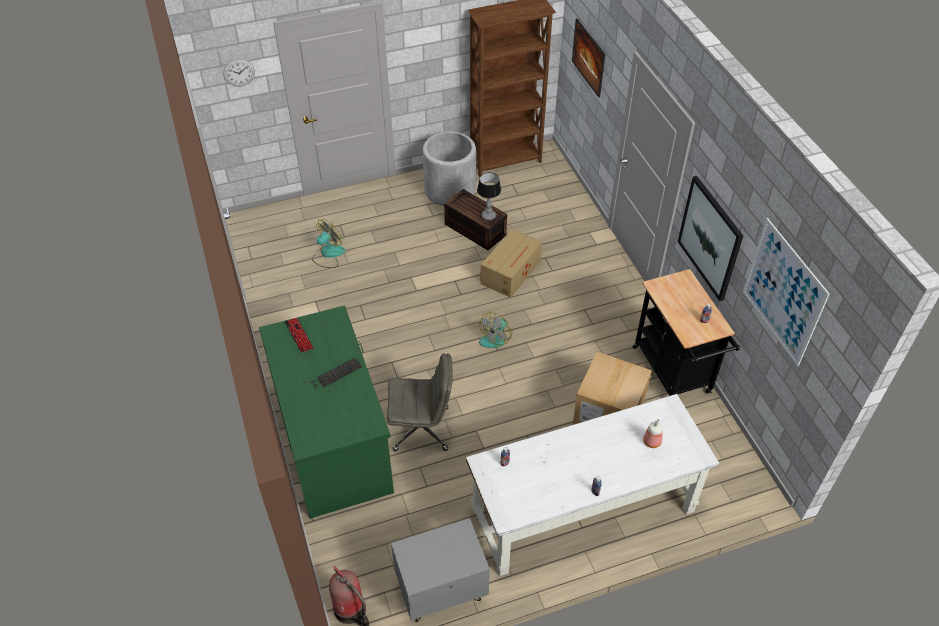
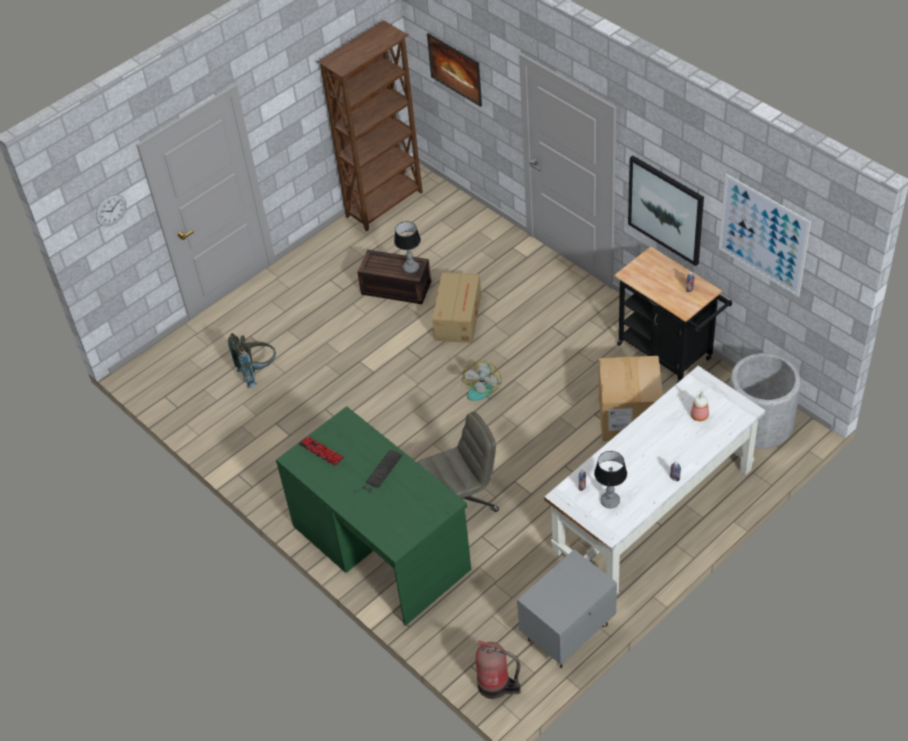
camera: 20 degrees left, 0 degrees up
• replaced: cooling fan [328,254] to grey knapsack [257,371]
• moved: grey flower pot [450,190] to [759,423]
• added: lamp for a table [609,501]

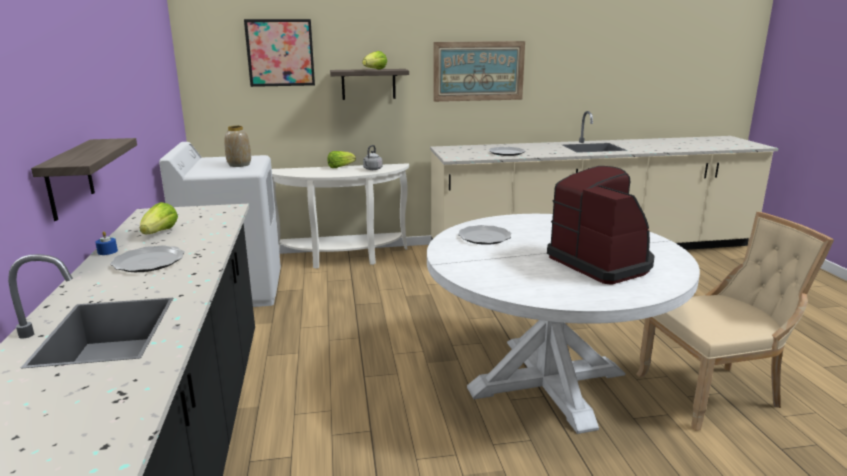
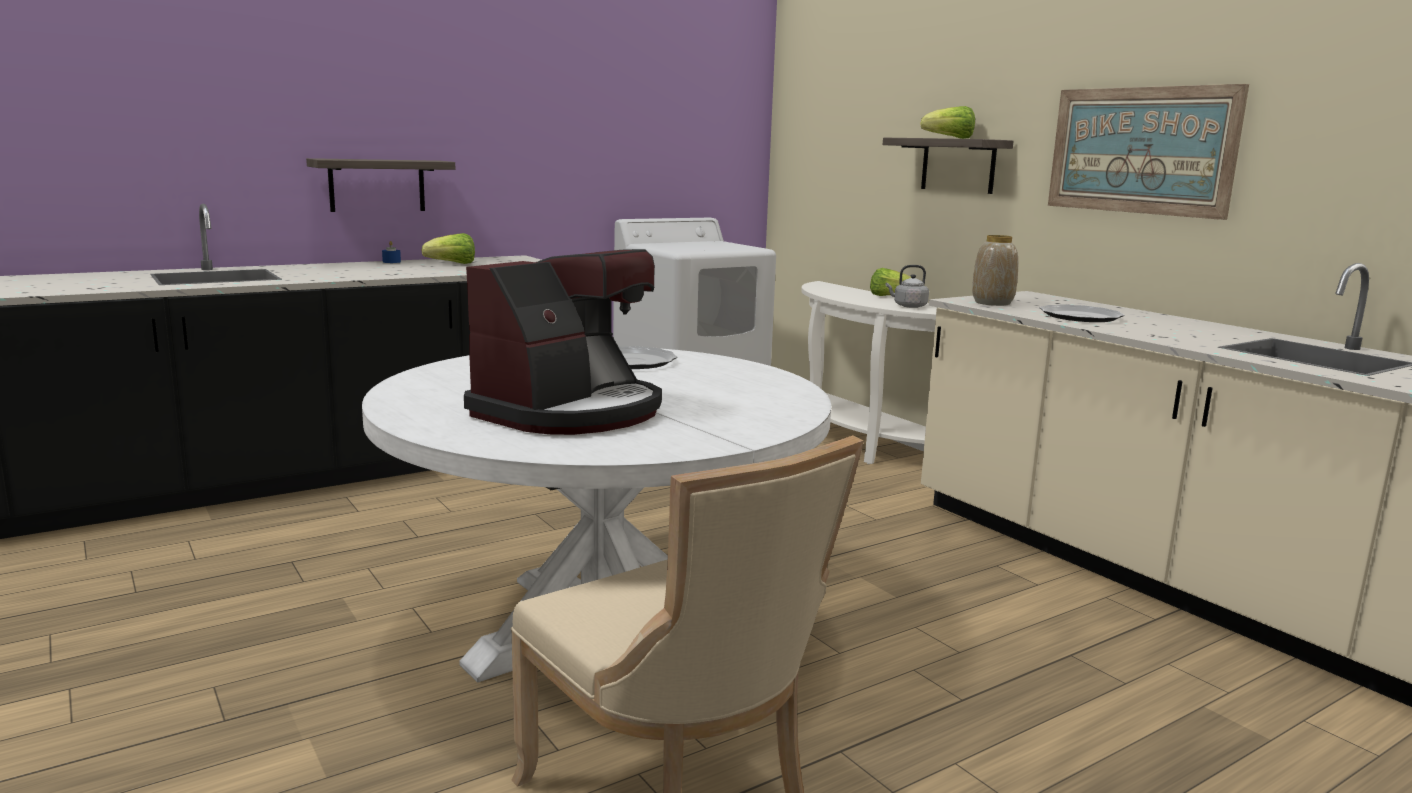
camera: 65 degrees right, 5 degrees down
• removed: flat dish [148,262]
• moved: vase [239,165] to [992,303]
• removed: picture [280,53]

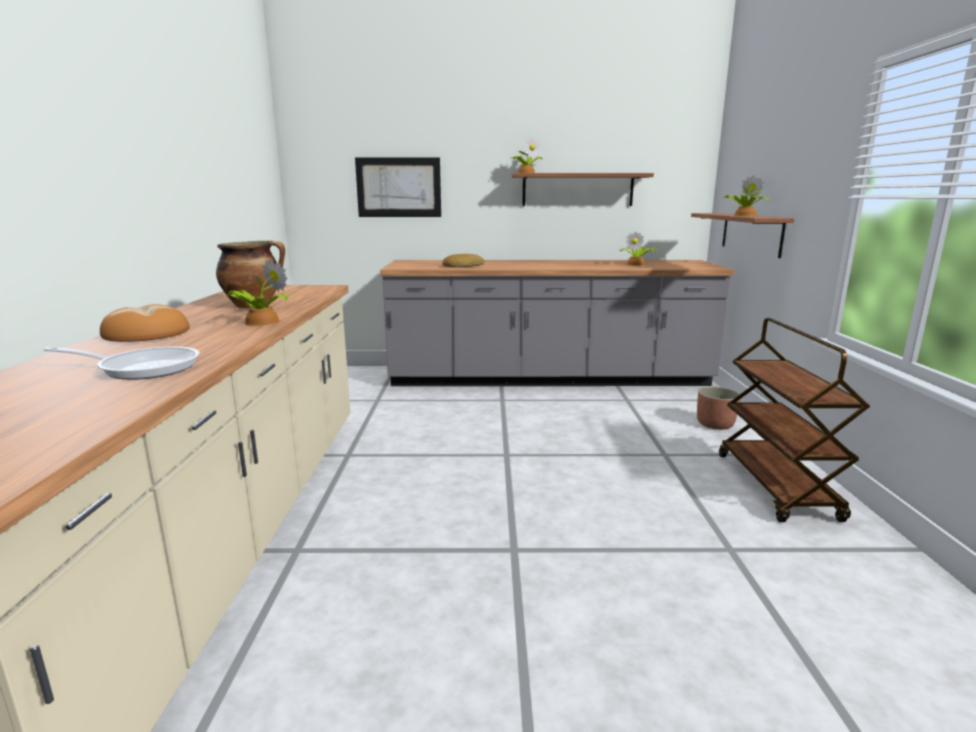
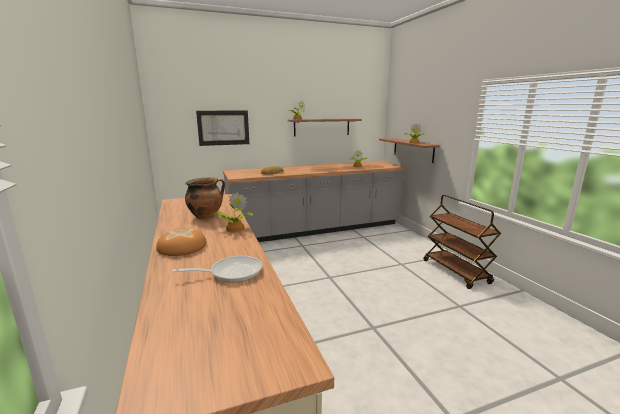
camera: 20 degrees left, 0 degrees up
• removed: flower pot [715,425]

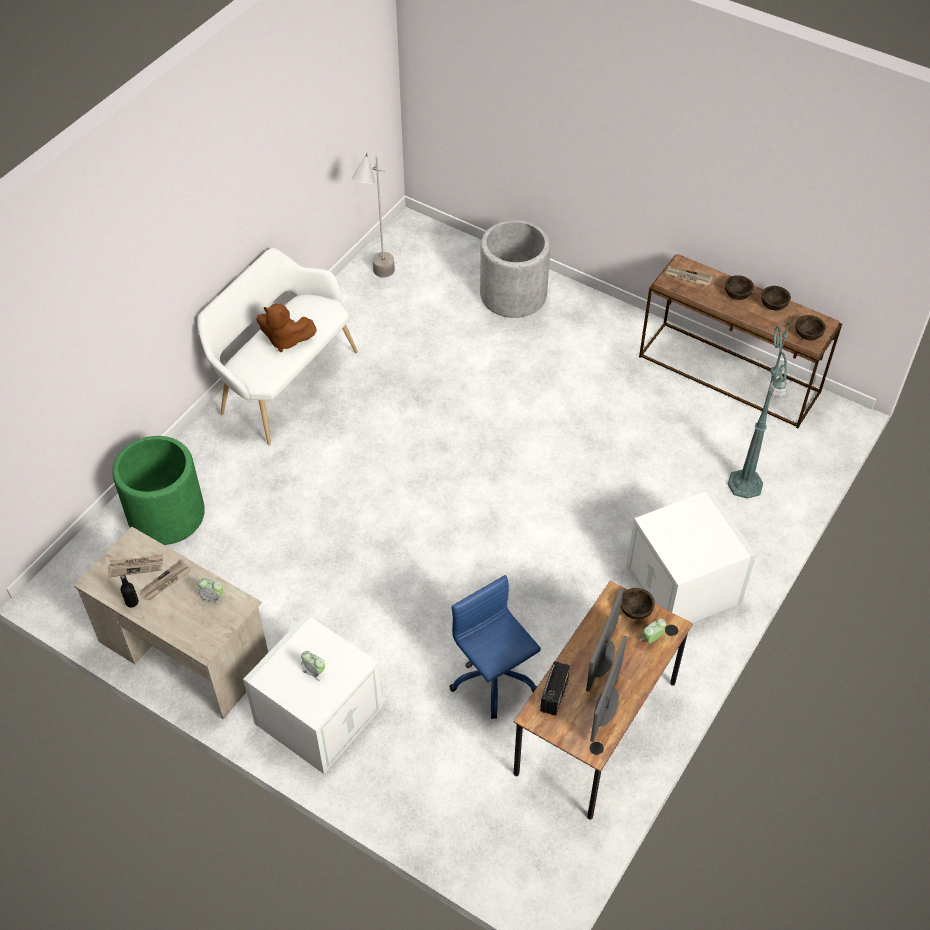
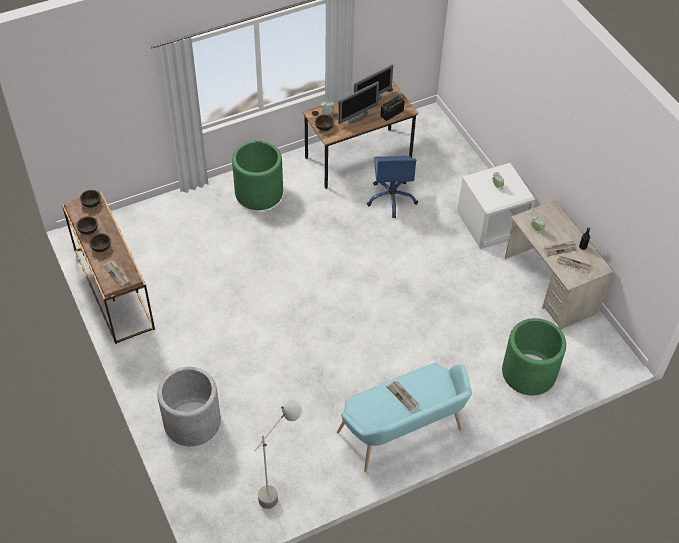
camera: 150 degrees left, 0 degrees up
• recoloured: white-coloured indoor bench [283,381] to turquoise indoor bench [403,435]
• replaced: brown-coloured soft toy [285,340] to newspaper [403,396]
• replaced: white-coloured storage bin [685,585] to greenish flower pot [259,193]
• removed: greenish floor lamp [745,486]

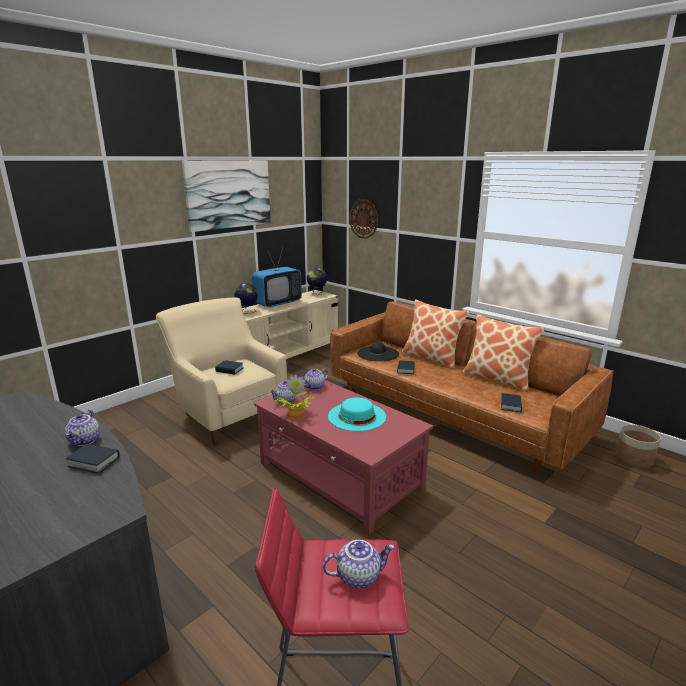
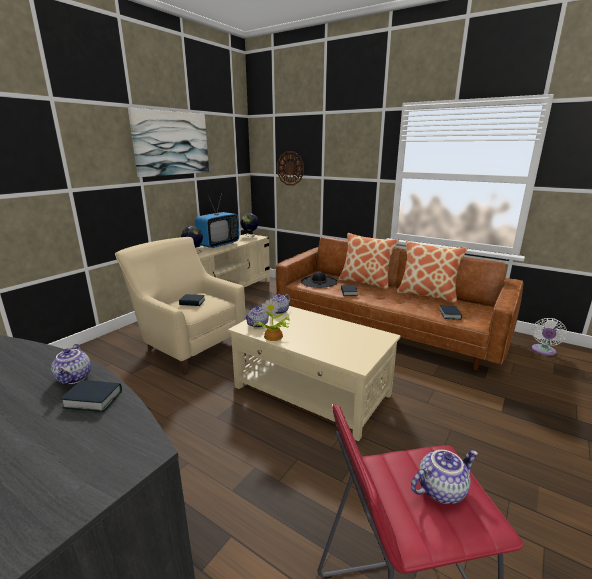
camera: 10 degrees left, 0 degrees up
• recoloured: red-coloured coffee table [340,476] to beige-coloured coffee table [312,391]
• removed: turquoise clothing hat [357,416]
• replaced: flower pot [634,458] to white-coloured cooling fan [543,351]

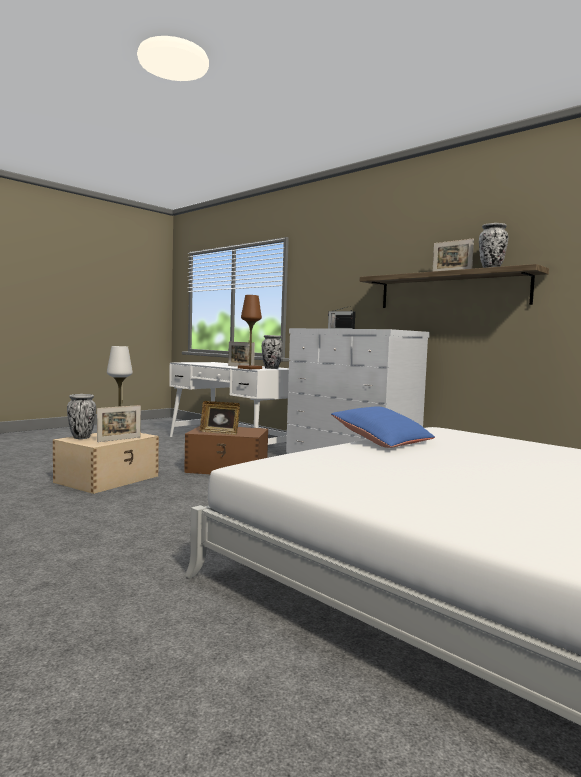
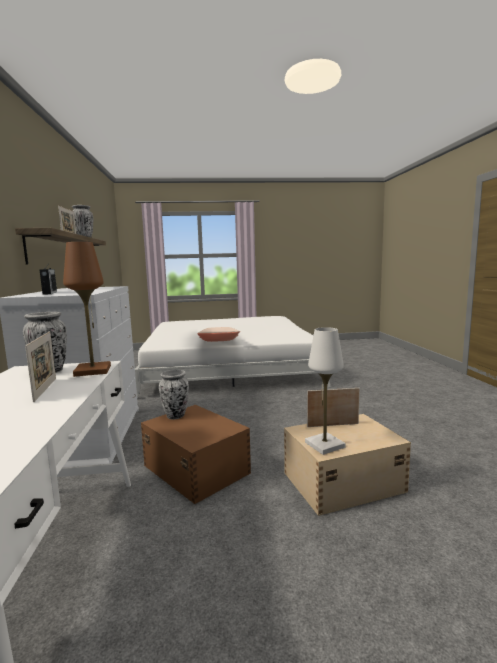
camera: 140 degrees left, 5 degrees up
• moved: vase [81,437] to [176,416]
• removed: standing frame [219,433]
• recoloured: blue-coloured pillow [382,441] to beige-coloured pillow [219,342]

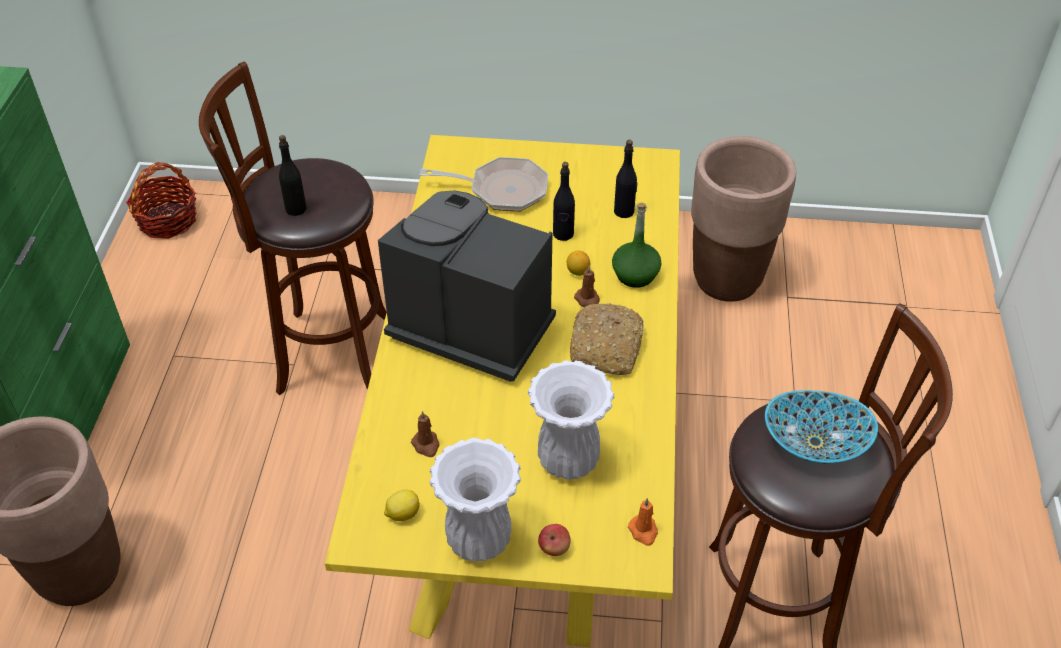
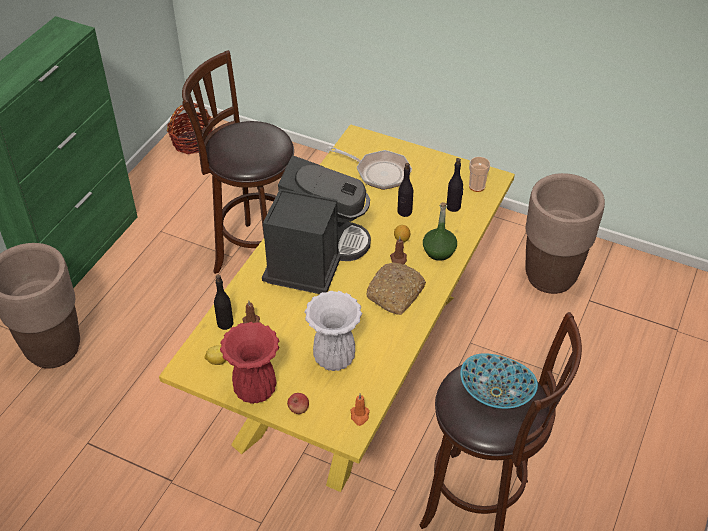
camera: 20 degrees right, 0 degrees up
• moved: black beverage bottle [295,208] to [225,323]
• turned: coffee machine [469,325] = [314,256] 60 degrees clockwise
• recoloured: white-coloured vase [480,540] to red-coloured vase [256,390]
• added: drinking cup [476,186]

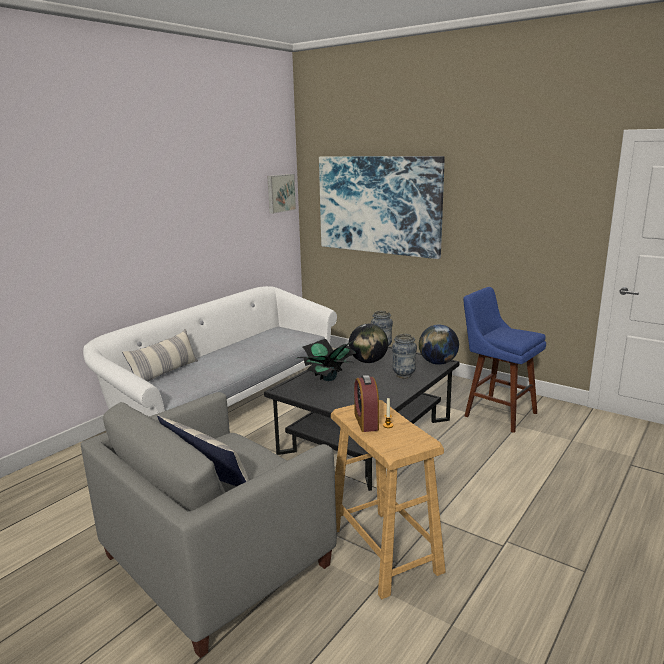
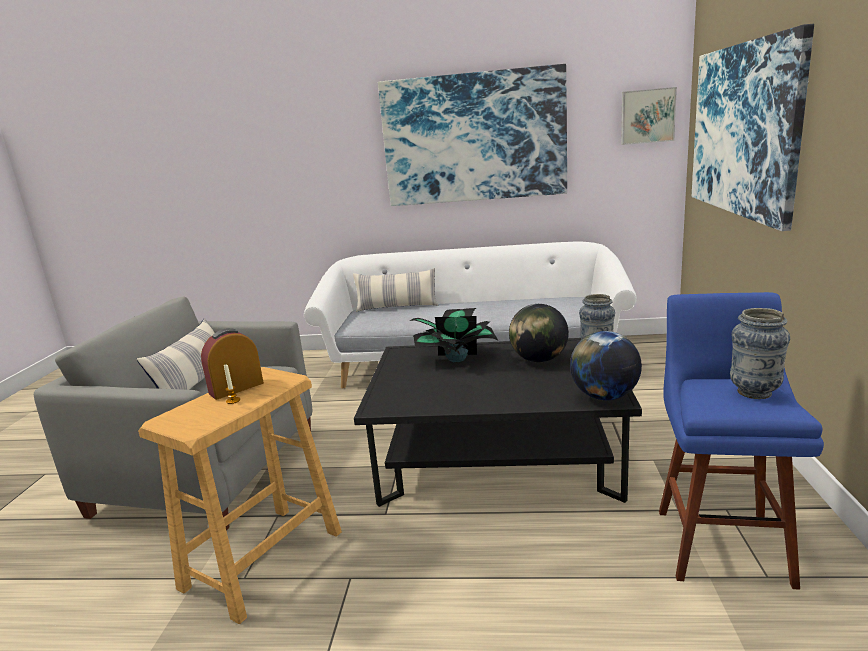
camera: 60 degrees right, 0 degrees up
• moved: vase [403,375] to [754,392]
• added: picture [474,138]

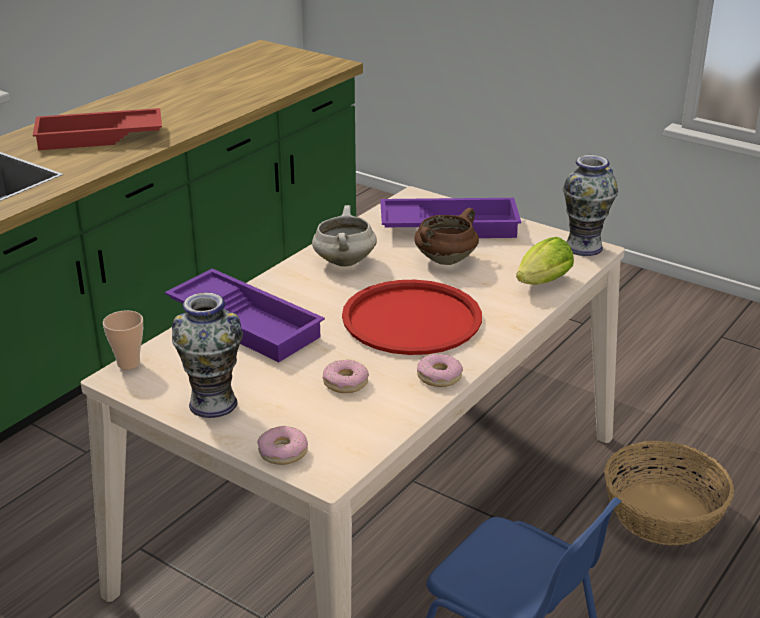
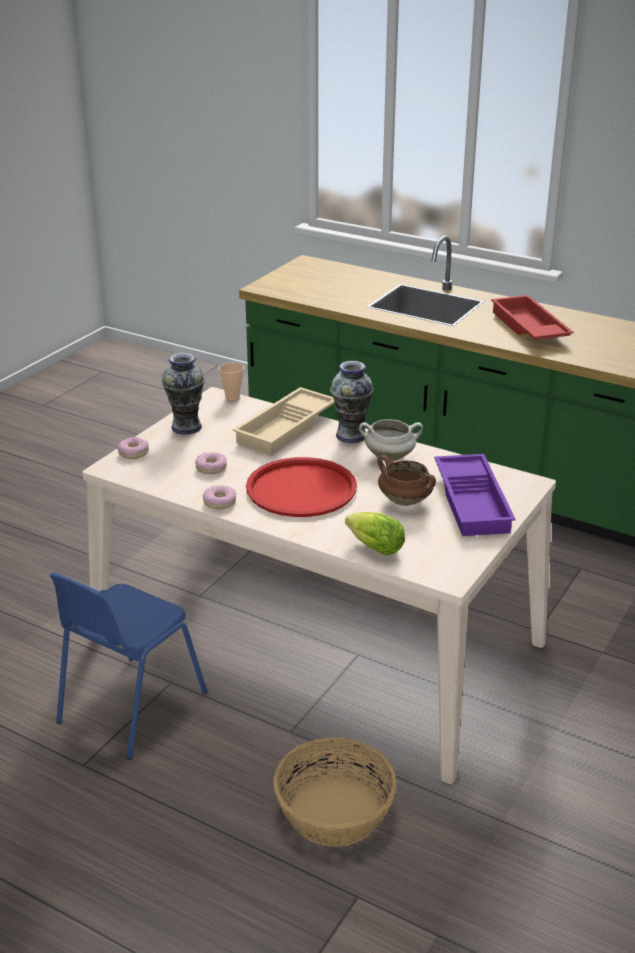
camera: 85 degrees right, 0 degrees up
• recoloured: purplish tray [247,323] to beige-coloured tray [287,428]
• moved: vase [583,247] to [351,435]

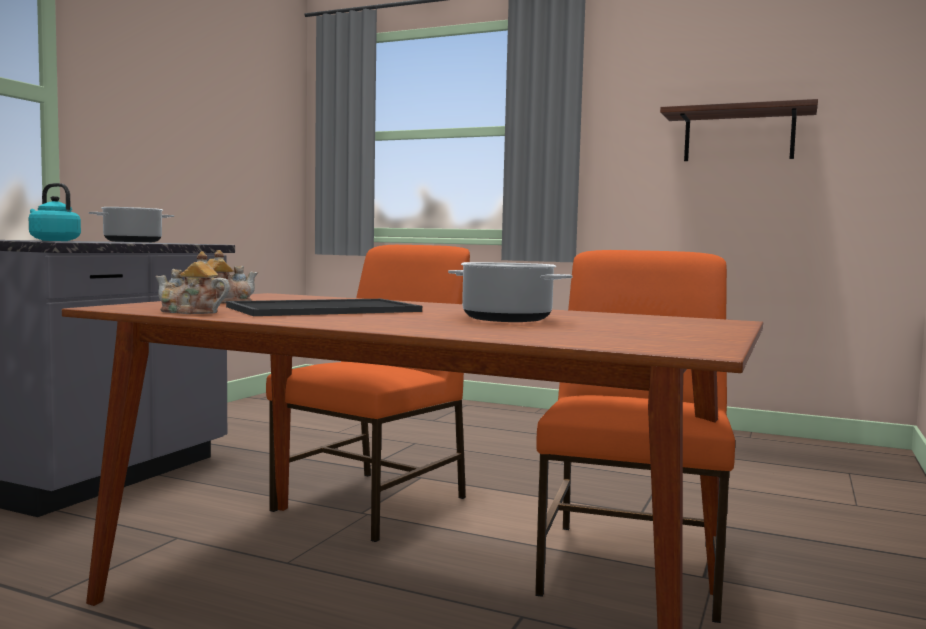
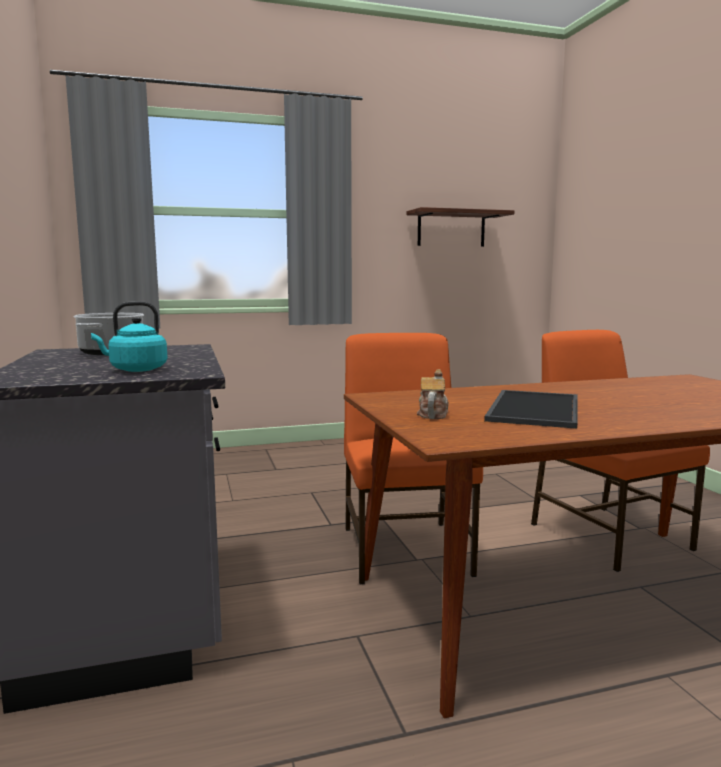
camera: 40 degrees left, 5 degrees up
• removed: teapot [190,312]
• removed: saucepot [508,319]

